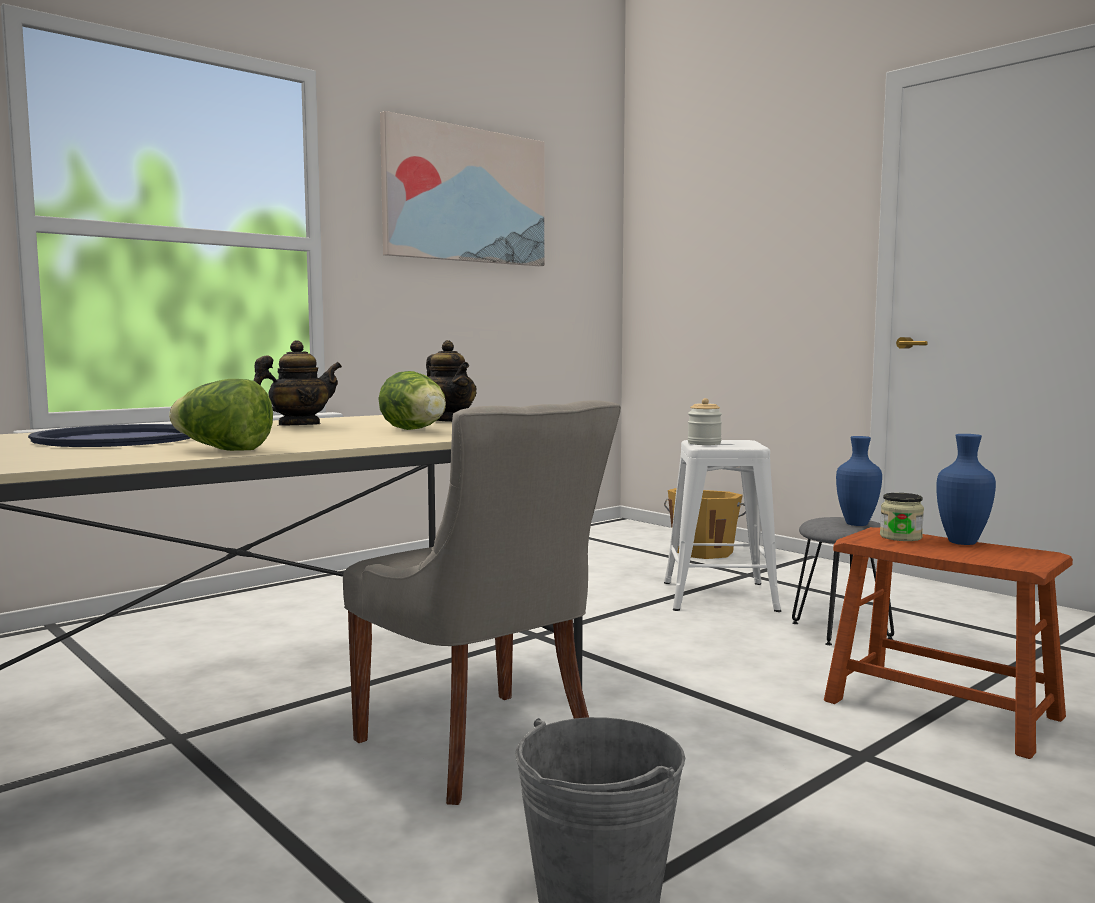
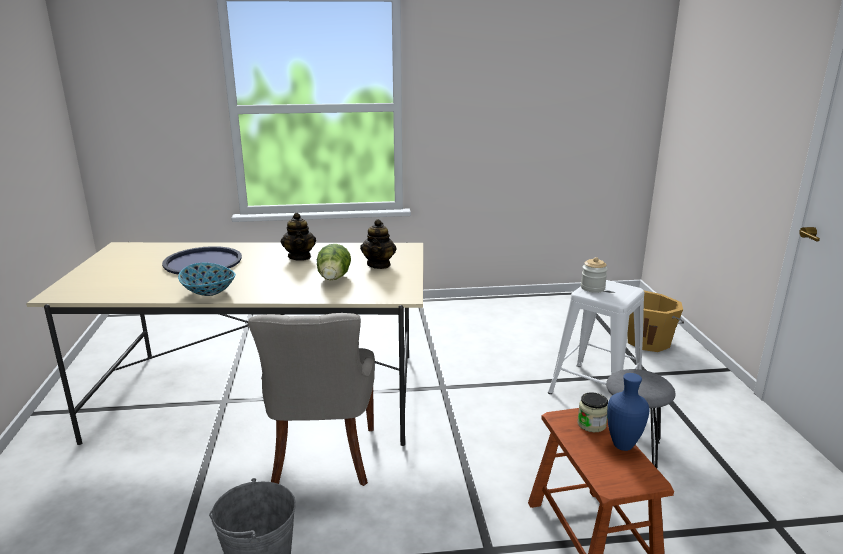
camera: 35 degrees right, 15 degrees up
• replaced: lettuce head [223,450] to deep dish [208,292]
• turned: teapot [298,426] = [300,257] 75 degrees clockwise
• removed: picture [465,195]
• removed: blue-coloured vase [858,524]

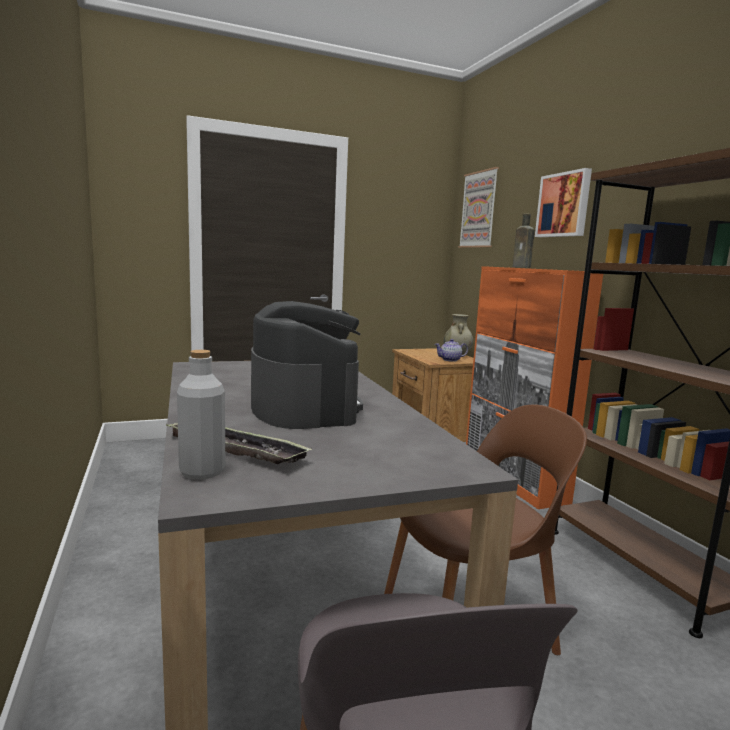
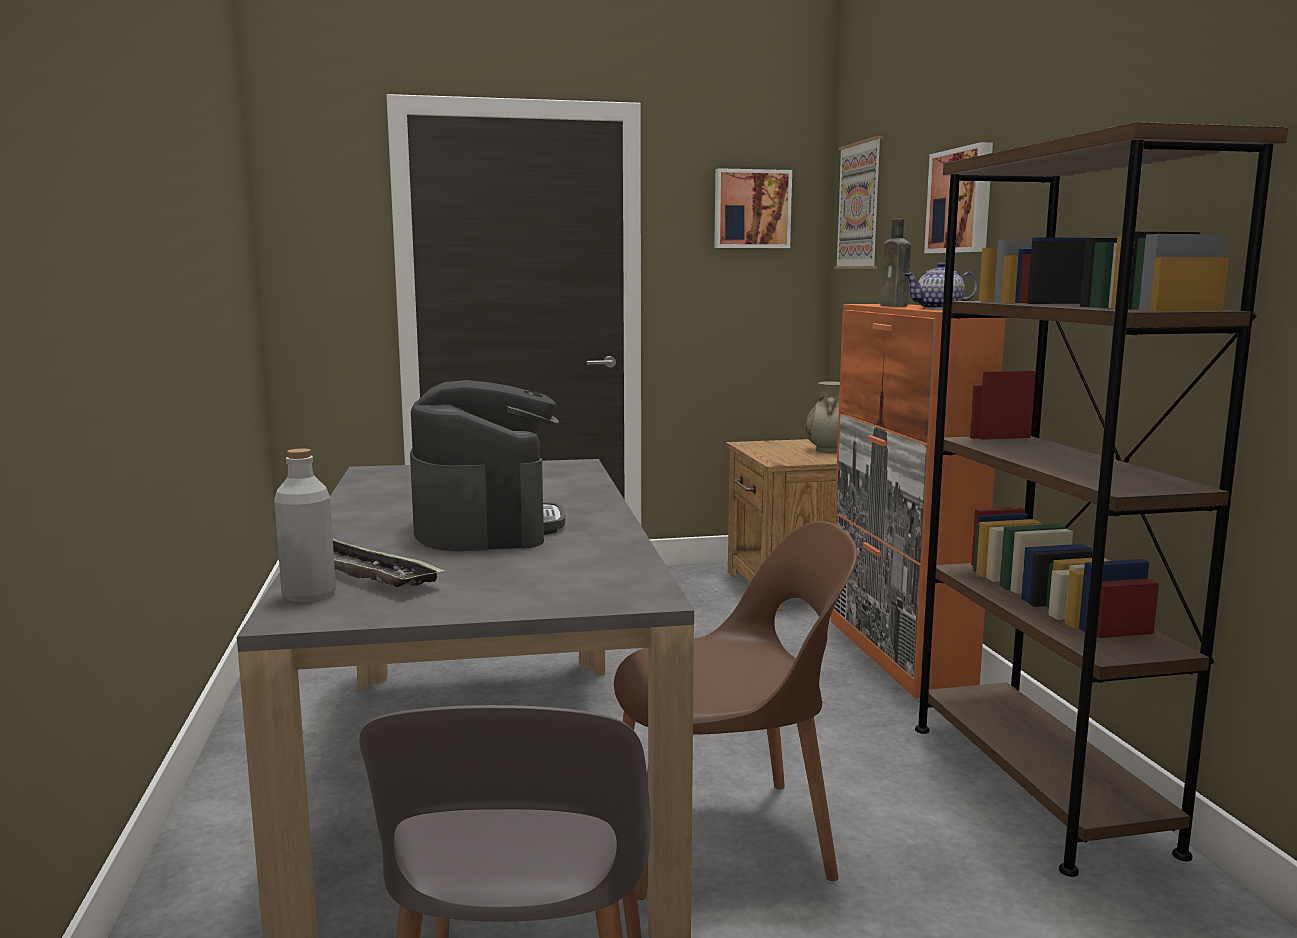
camera: 10 degrees right, 0 degrees up
• moved: teapot [450,360] to [939,308]
• added: picture [751,209]

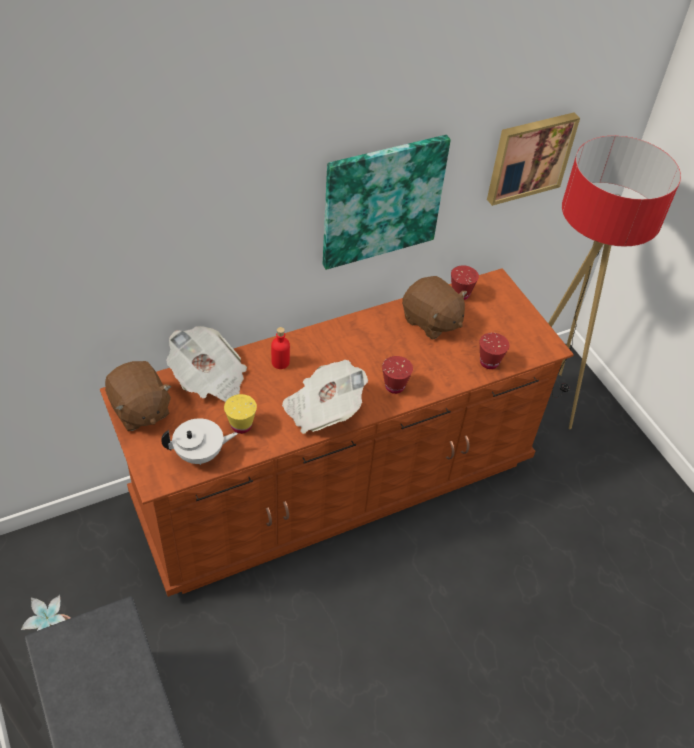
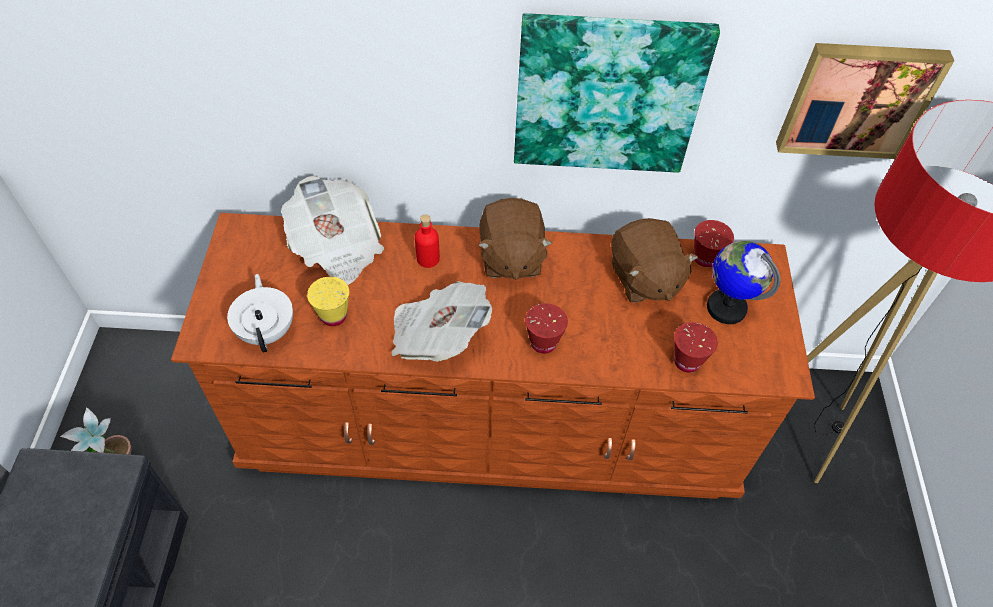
camera: 30 degrees right, 5 degrees up
• moved: brown-coloured soft toy [140,410] to [510,257]
• turned: white-coloured teapot [200,454] = [267,330] 120 degrees counterclockwise
• added: desk globe [726,307]

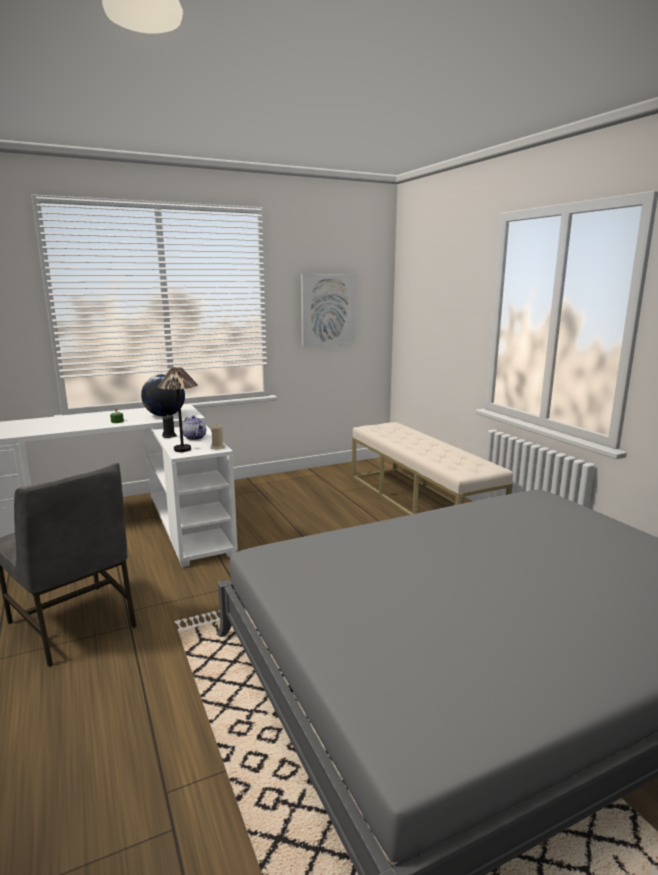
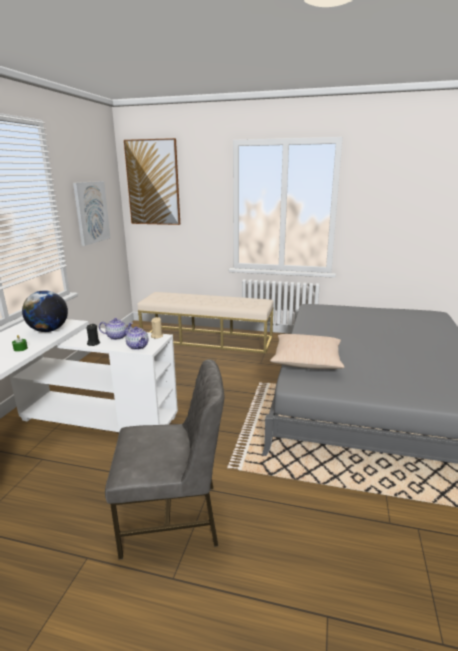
camera: 50 degrees left, 5 degrees up
• replaced: lamp for a table [183,449] to teapot [138,346]
• added: picture [153,183]
• added: beige-coloured pillow [307,360]

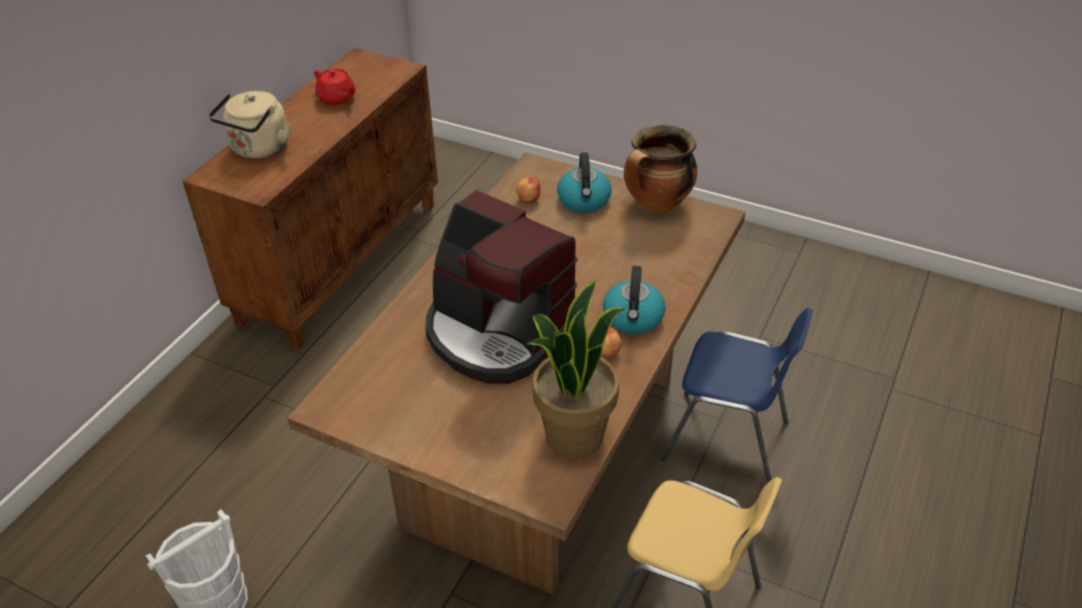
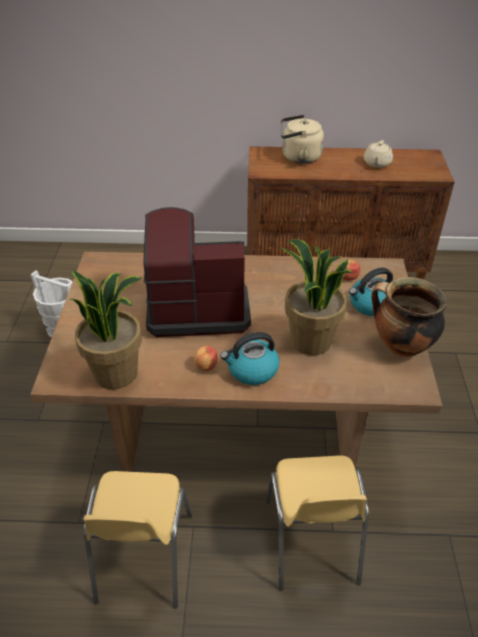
camera: 65 degrees right, 0 degrees up
• recoloured: red-coloured teapot [337,98] to beige-coloured teapot [376,163]
• turned: coffee machine [498,332] = [196,307] 75 degrees clockwise
• recoloured: blue-coloured plain chair [727,440] to yellow plain chair [311,542]
• added: houseplant [310,341]

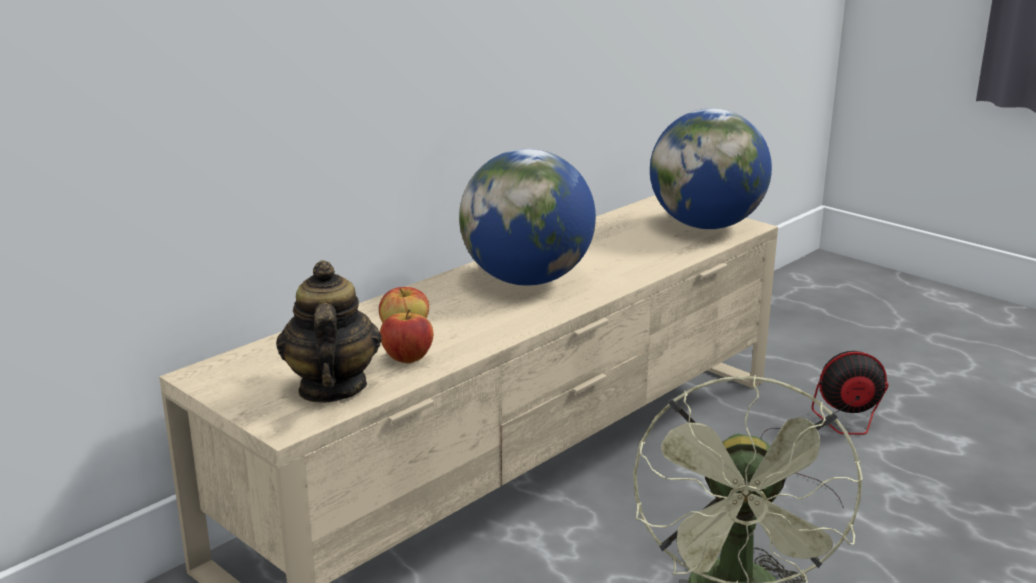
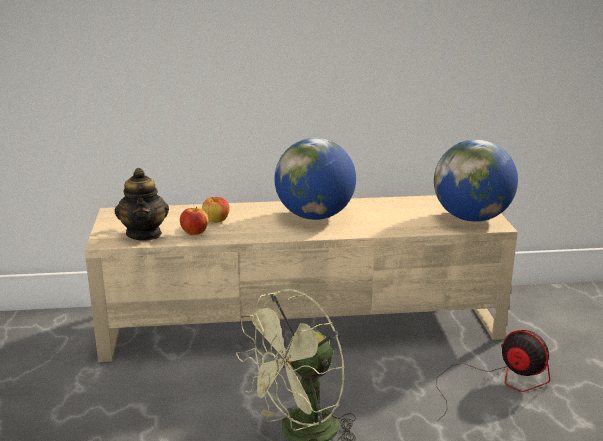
camera: 40 degrees right, 0 degrees up
• turned: teapot [331,388] = [144,234] 135 degrees clockwise

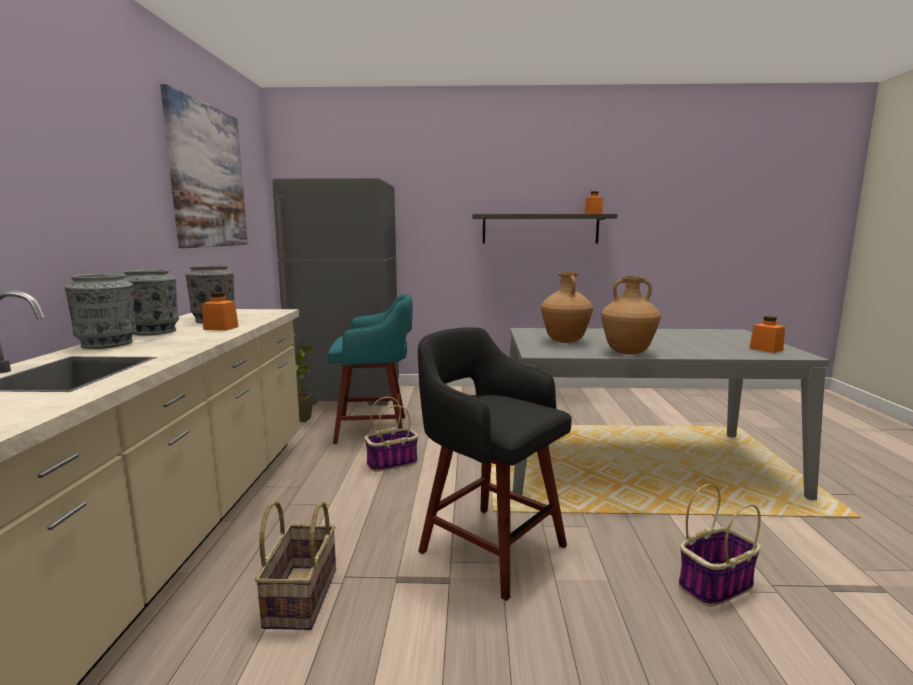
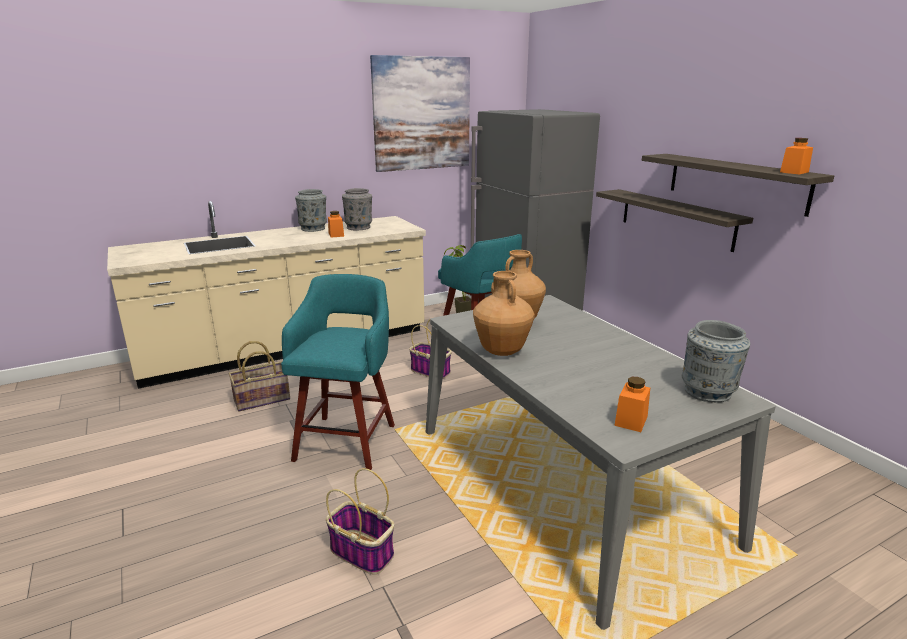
camera: 60 degrees right, 10 degrees up
• moved: grey vase [108,344] to [708,392]
• recoloured: black stool seat [489,546] to turquoise stool seat [347,440]
• added: wall shelf [676,218]

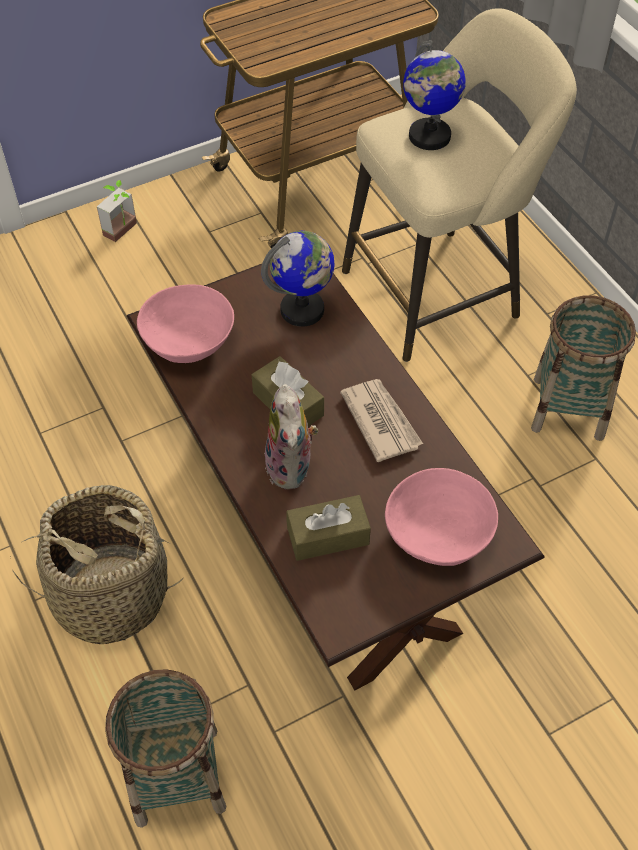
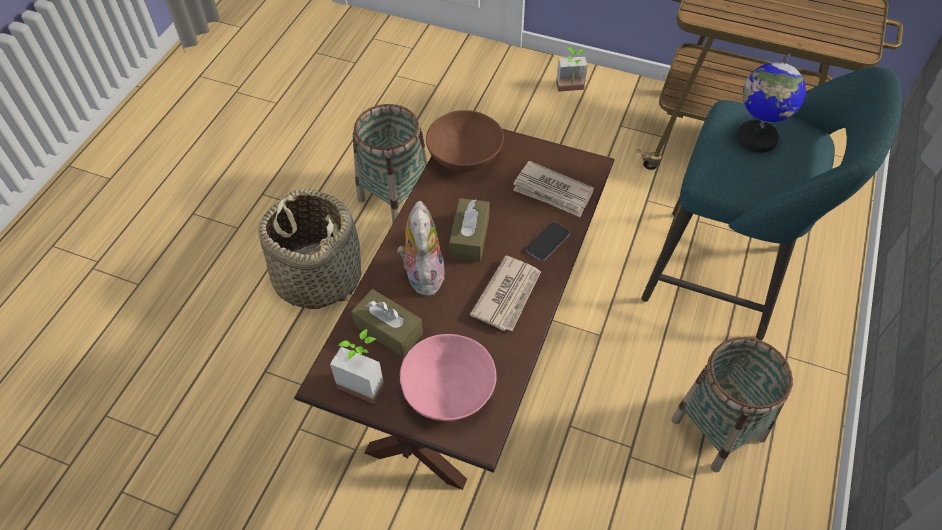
camera: 50 degrees right, 0 degrees up
• moved: basket [177,775] to [395,197]
• recoloured: pink-coloured deep dish [190,341] to brown-coloured deep dish [465,157]
• replaced: desk globe [302,310] to newspaper [553,192]
• turned: soft toy [292,467] = [422,274] 135 degrees clockwise
• recoloured: beige-coloured stool seat [438,291] to turquoise stool seat [724,276]
• added: houseplant [365,379]
• added: phone [547,242]

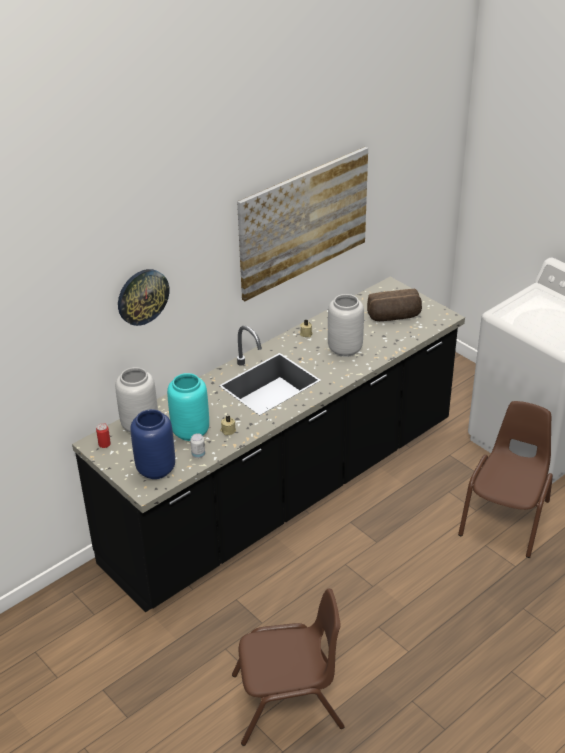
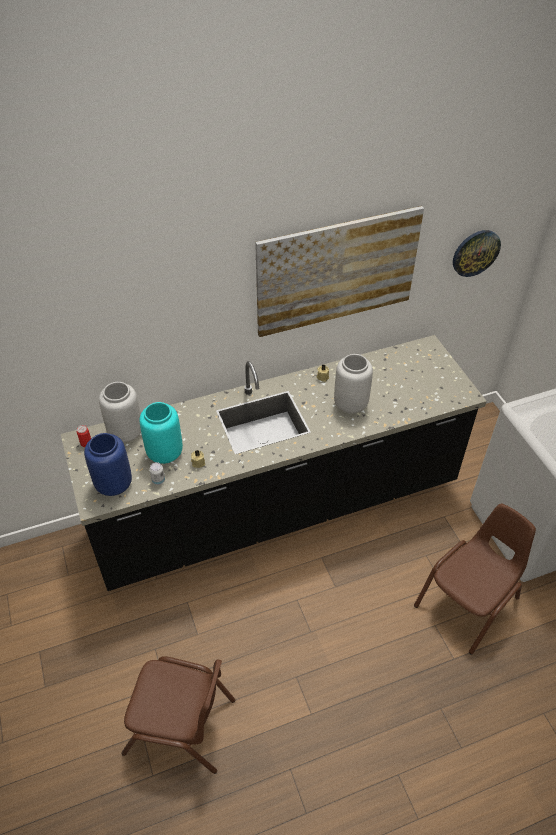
camera: 20 degrees right, 10 degrees up
• moved: clock on the wall [142,296] to [475,252]
• removed: bakery bread [394,317]

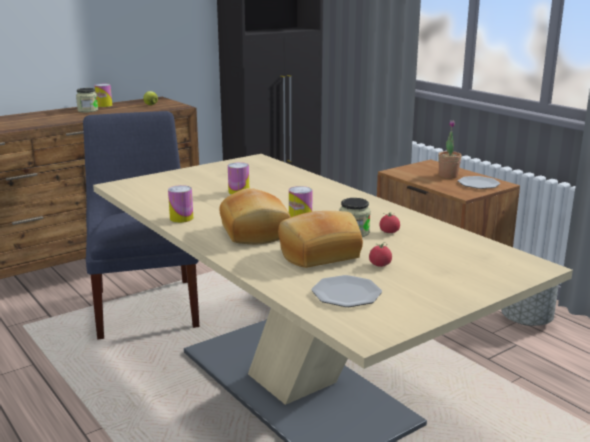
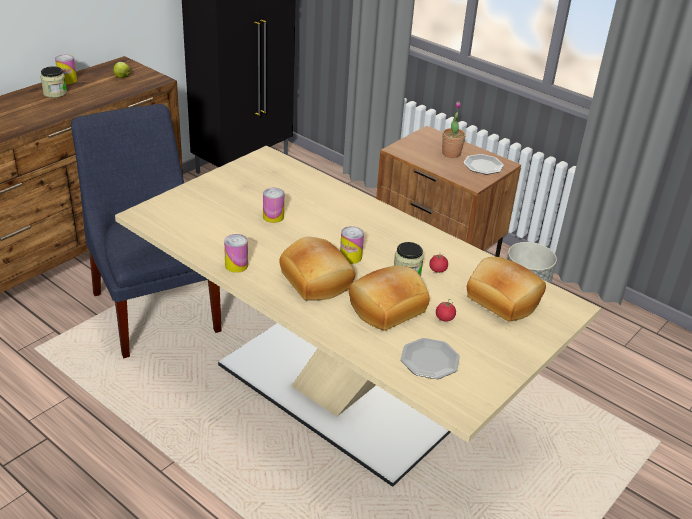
camera: 15 degrees left, 15 degrees up
• added: bakery bread [502,300]

